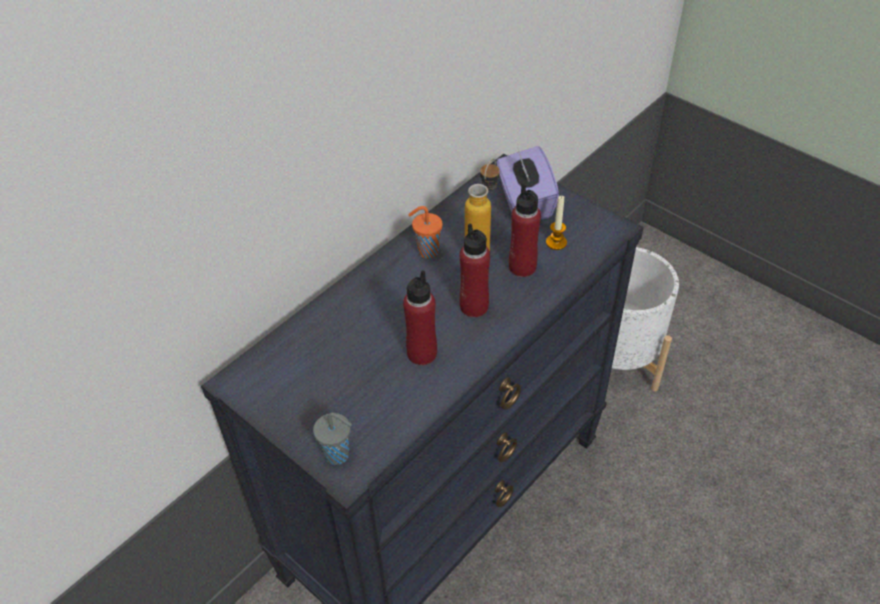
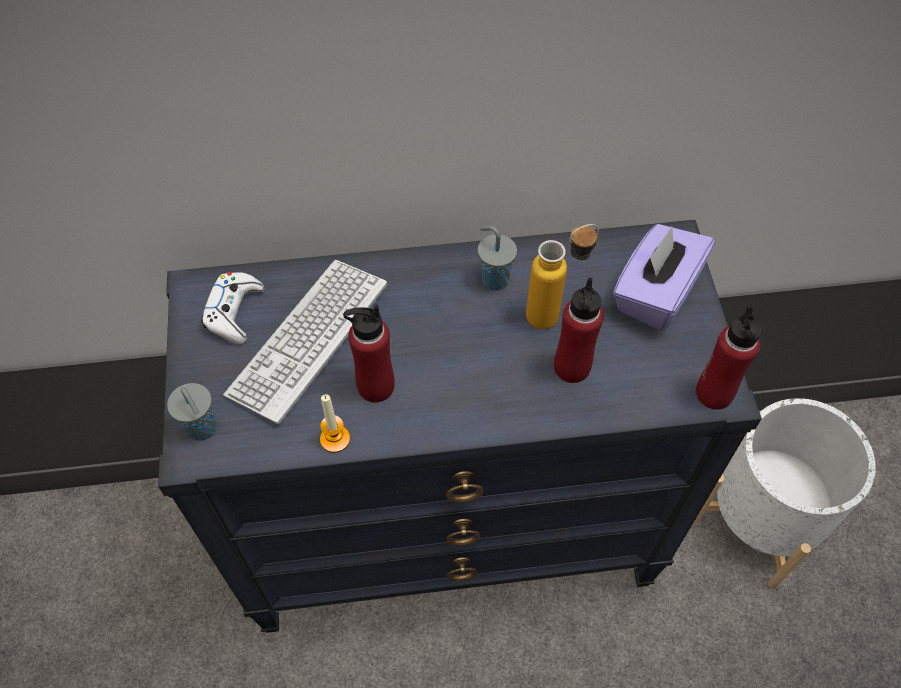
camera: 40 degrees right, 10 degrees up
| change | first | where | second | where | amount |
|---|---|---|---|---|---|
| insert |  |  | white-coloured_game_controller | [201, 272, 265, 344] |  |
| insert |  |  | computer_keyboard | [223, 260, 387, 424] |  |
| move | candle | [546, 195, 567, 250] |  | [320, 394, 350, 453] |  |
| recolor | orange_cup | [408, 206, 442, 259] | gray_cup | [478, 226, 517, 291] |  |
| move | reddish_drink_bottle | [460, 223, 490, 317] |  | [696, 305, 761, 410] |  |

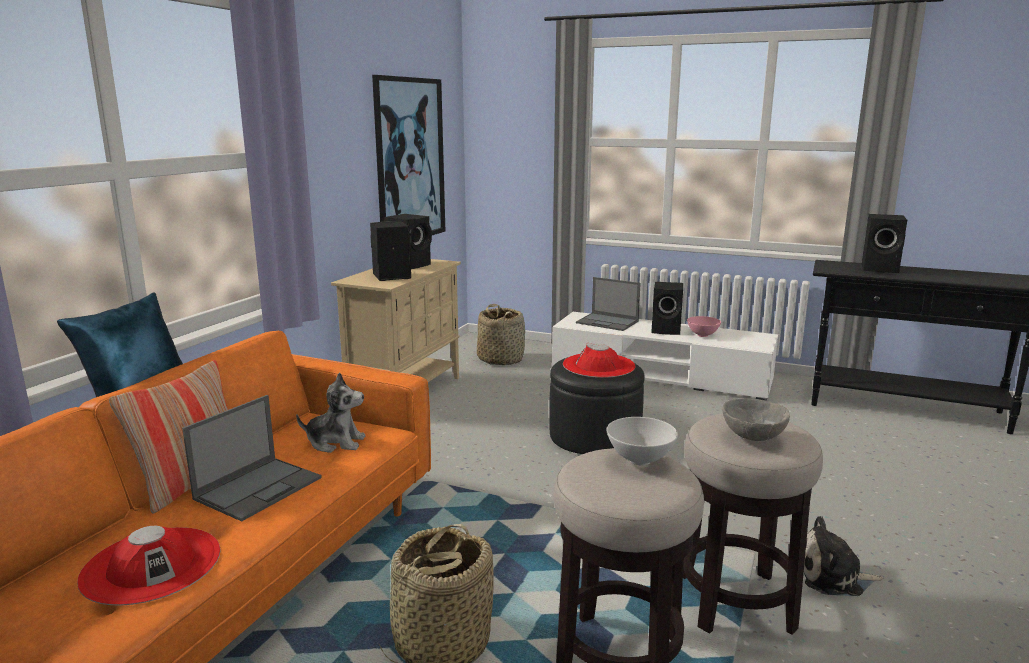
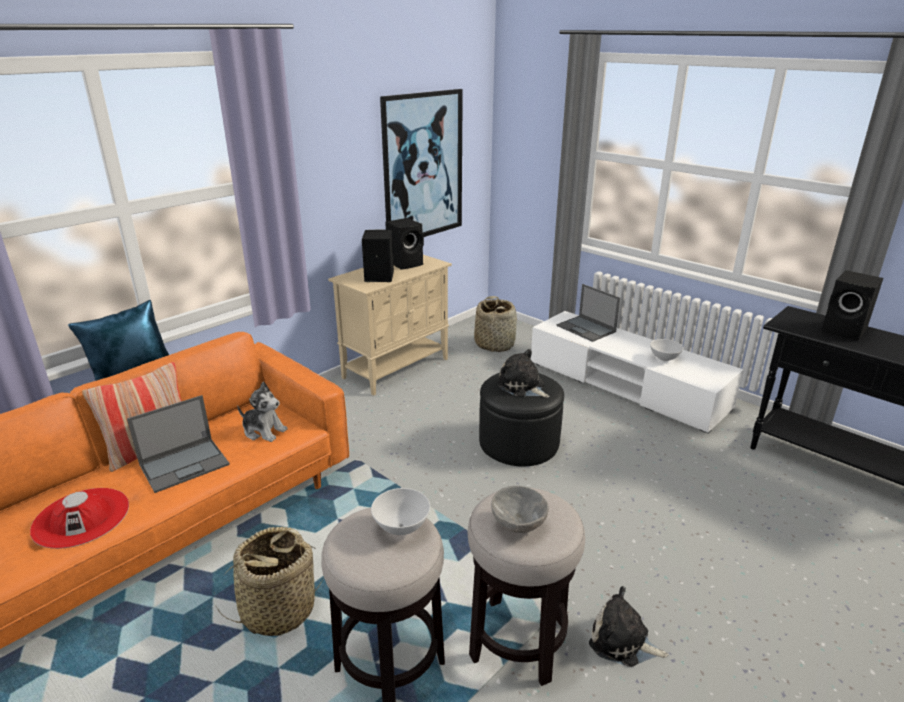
camera: 20 degrees right, 10 degrees up
| change | first | where | second | where | amount |
|---|---|---|---|---|---|
| replace | reddish_hat | [563, 343, 636, 378] | plush_toy | [497, 349, 550, 398] |  |
| recolor | pink_bowl | [687, 316, 721, 337] | white-coloured_bowl | [650, 339, 683, 361] |  |
| delete | black_loudspeaker | [651, 282, 683, 335] |  |  |  |

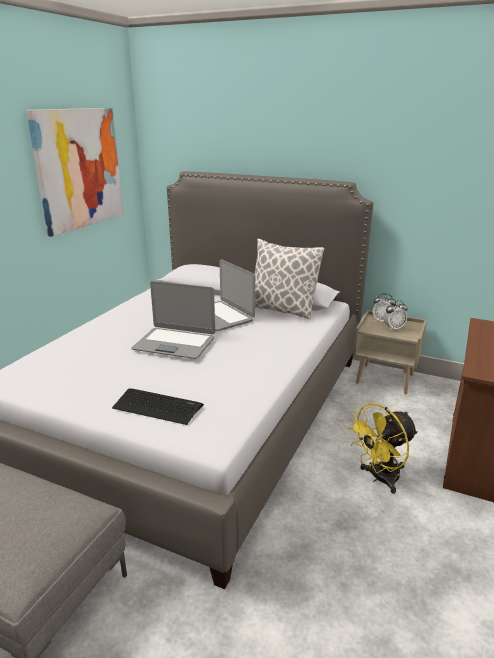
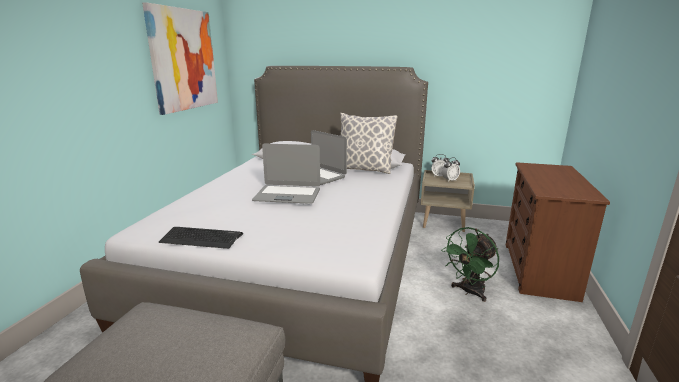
camera: 10 degrees left, 5 degrees down
| change | first | where | second | where | amount |
|---|---|---|---|---|---|
| move | computer_keyboard | [112, 389, 204, 425] |  | [159, 227, 243, 249] |  |
| recolor | yellowish_fan | [347, 403, 418, 494] | greenish_fan | [441, 227, 499, 302] |  |

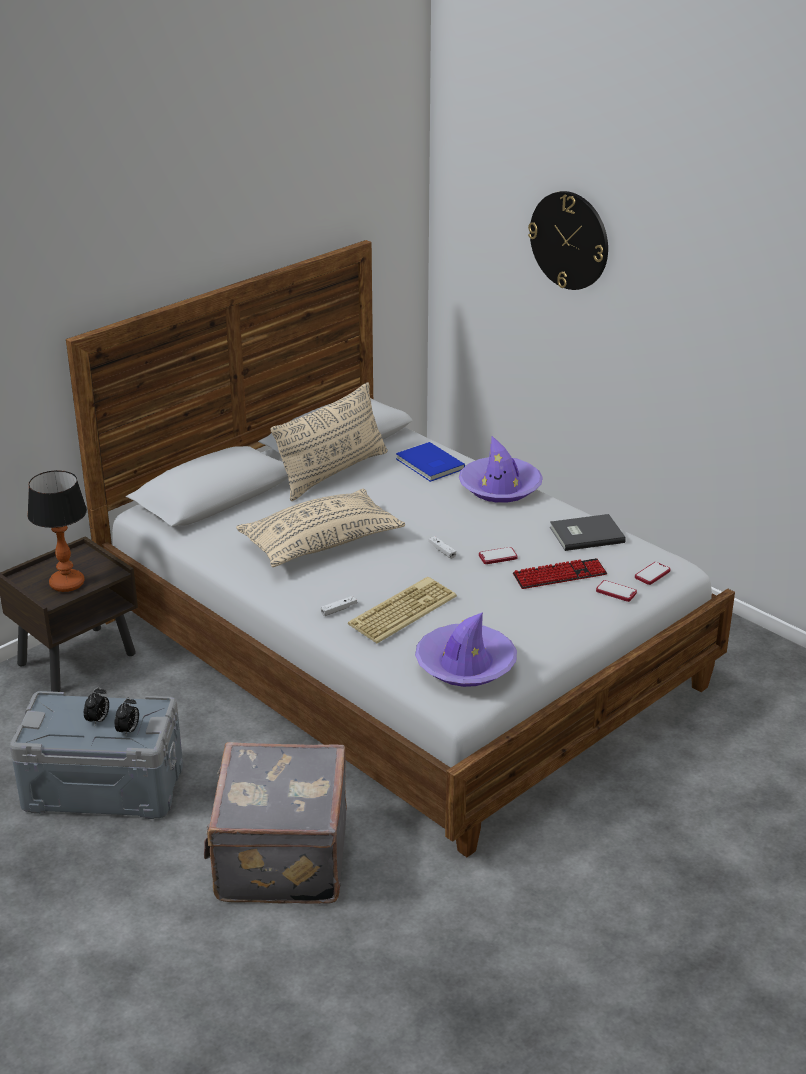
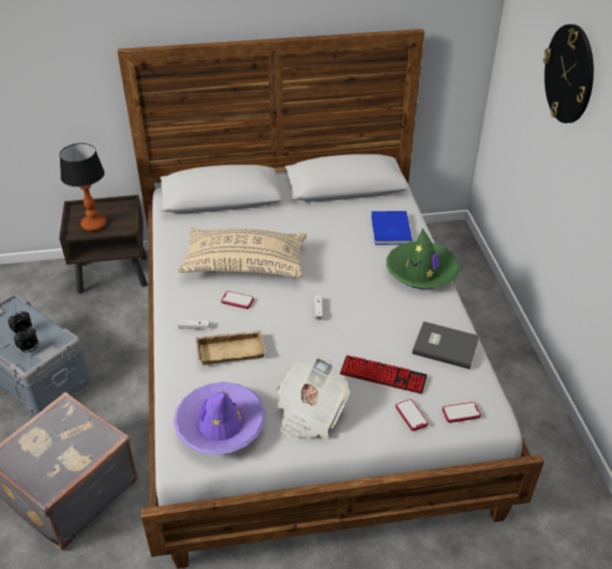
camera: 35 degrees right, 10 degrees up
| change | first | where | second | where | amount |
|---|---|---|---|---|---|
| replace | computer_keyboard | [348, 577, 457, 643] | beige-coloured_tray | [196, 330, 266, 365] |  |
| move | telephone | [479, 547, 518, 564] |  | [221, 291, 254, 309] |  |
| insert |  |  | daily_paper | [277, 357, 349, 438] |  |
| recolor | purple_hat | [459, 436, 543, 503] | greenish_hat | [387, 228, 460, 289] |  |
| delete | beige-coloured_pillow | [271, 382, 388, 501] |  |  |  |

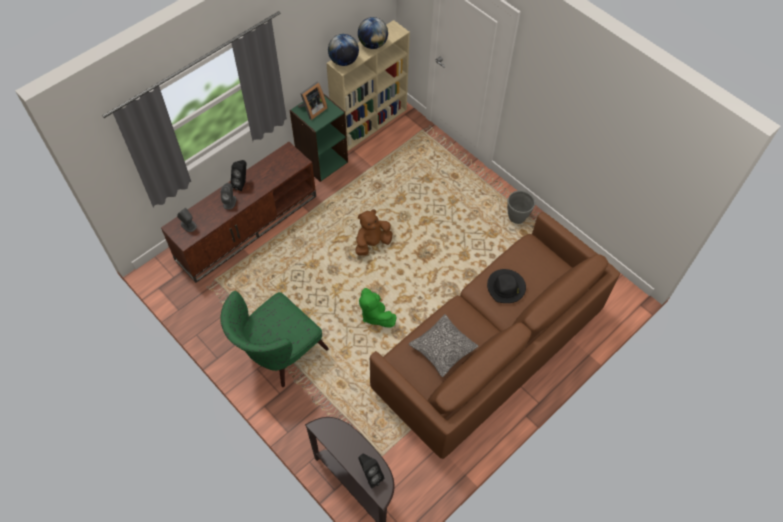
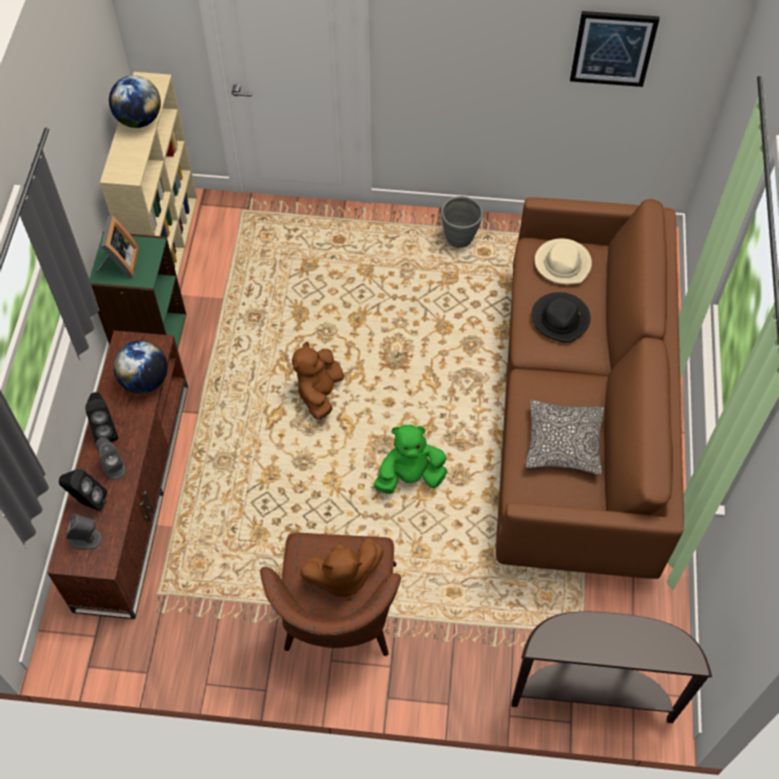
camera: 40 degrees left, 0 degrees up
| change | first | where | second | where | amount |
|---|---|---|---|---|---|
| move | black_loudspeaker | [358, 454, 384, 489] |  | [59, 469, 107, 512] |  |
| move | globe | [328, 34, 359, 66] |  | [113, 341, 168, 394] |  |
| recolor | greenish_lounge_chair | [220, 291, 328, 387] | brown_lounge_chair | [260, 533, 401, 656] |  |
| insert |  |  | brown_plush_toy | [300, 538, 384, 601] |  |
| rotate | greenish_plush_toy | [359, 288, 397, 328] |  | [374, 424, 447, 494] | 150 degrees clockwise |
| insert |  |  | beige-coloured_hat | [535, 238, 592, 285] |  |
| insert |  |  | wall_art | [570, 11, 659, 87] |  |

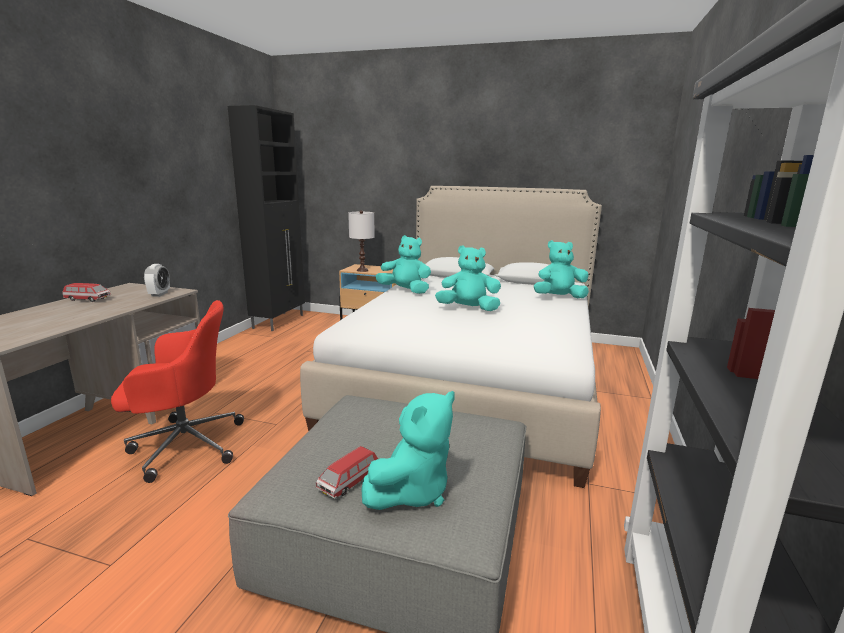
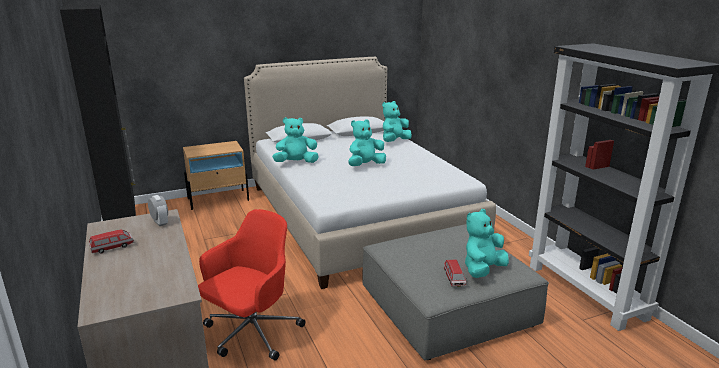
camera: 40 degrees left, 5 degrees up
| change | first | where | second | where | amount |
|---|---|---|---|---|---|
| rotate | turquoise-coloured_plush_toy | [361, 391, 455, 510] |  | [465, 209, 509, 278] | 135 degrees counterclockwise |
| delete | white-coloured_table_lamp | [348, 210, 375, 272] |  |  |  |

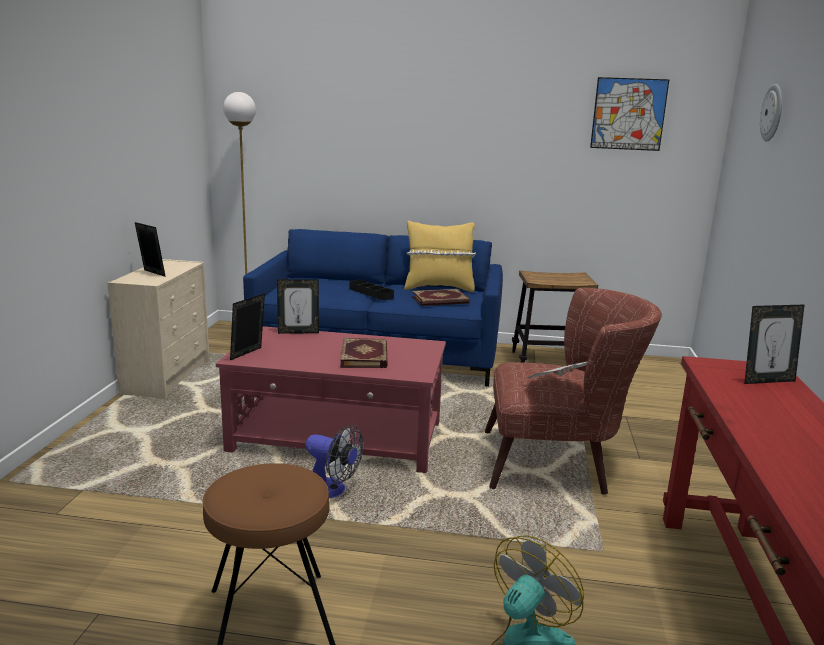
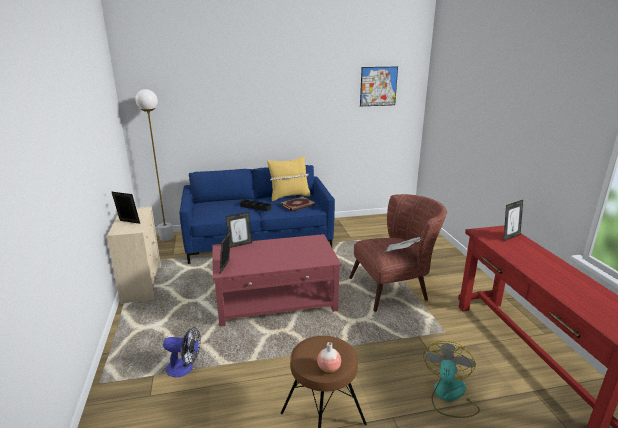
camera: 20 degrees left, 5 degrees up
| change | first | where | second | where | amount |
|---|---|---|---|---|---|
| move | fan | [305, 425, 363, 498] |  | [163, 327, 201, 377] |  |
| insert |  |  | flower_vase | [317, 342, 341, 373] |  |
| delete | book | [340, 338, 388, 368] |  |  |  |
| delete | stool | [512, 270, 598, 363] |  |  |  |
| delete | hanging_clock | [760, 84, 782, 142] |  |  |  |

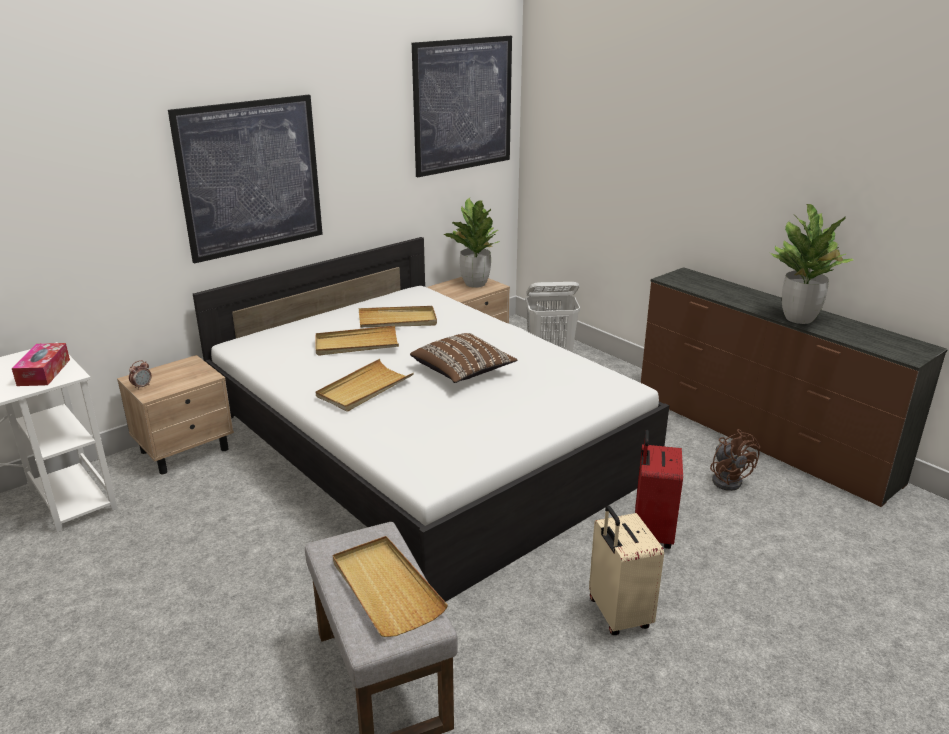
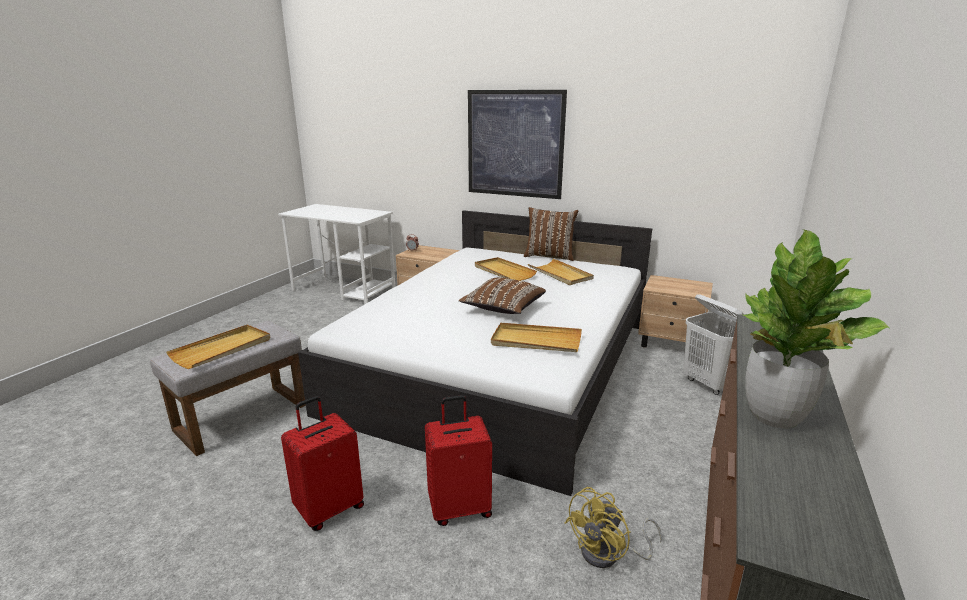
camera: 65 degrees right, 5 degrees down
| change | first | where | second | where | amount |
|---|---|---|---|---|---|
| recolor | beige-coloured_suitcase | [589, 505, 664, 635] | reddish_suitcase | [281, 396, 364, 531] |  |
| move | beige-coloured_tray | [316, 359, 414, 411] |  | [491, 323, 582, 352] |  |
| insert |  |  | brown_pillow | [524, 207, 578, 261] |  |
| recolor | brown_fan | [710, 429, 760, 491] | yellowish_fan | [565, 487, 662, 568] |  |
| delete | tissue_holder | [12, 343, 70, 386] |  |  |  |
| delete | wall_art | [412, 36, 512, 177] |  |  |  |
| delete | houseplant | [444, 198, 500, 288] |  |  |  |

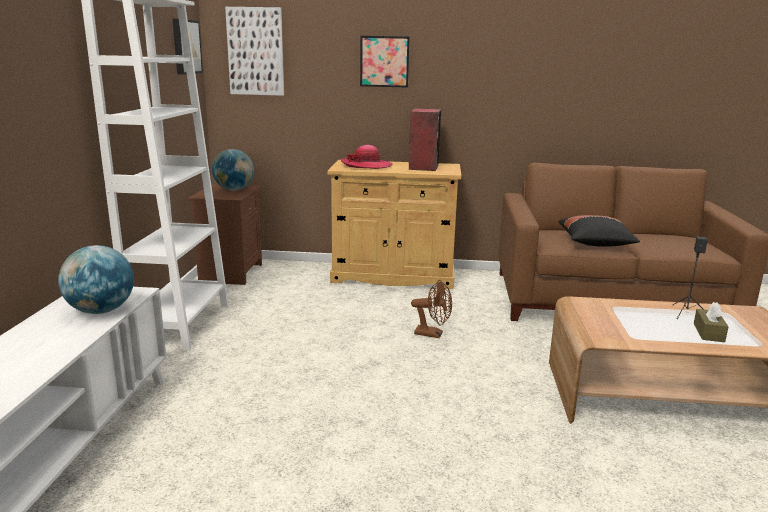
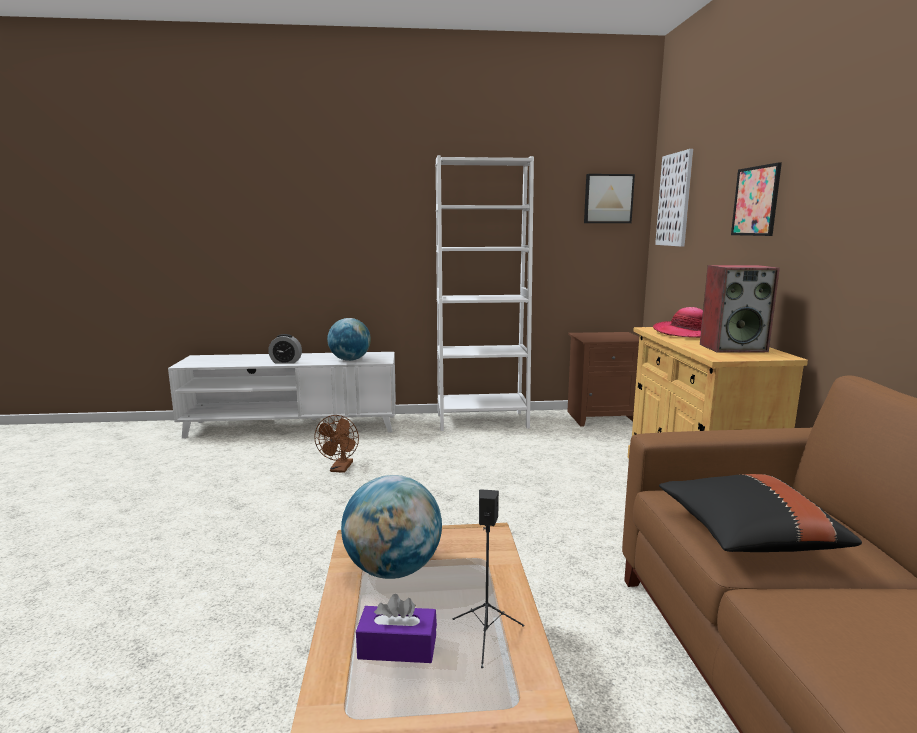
camera: 80 degrees right, 5 degrees down
| change | first | where | second | where | amount |
|---|---|---|---|---|---|
| insert |  |  | bedside_clock | [268, 334, 302, 364] |  |
| move | brown_fan | [411, 280, 452, 338] |  | [314, 415, 359, 473] |  |
| move | globe | [212, 149, 254, 191] |  | [341, 475, 442, 579] |  |
| recolor | brown_tissue_holder | [694, 302, 728, 342] | purple_tissue_holder | [356, 594, 437, 663] |  |

